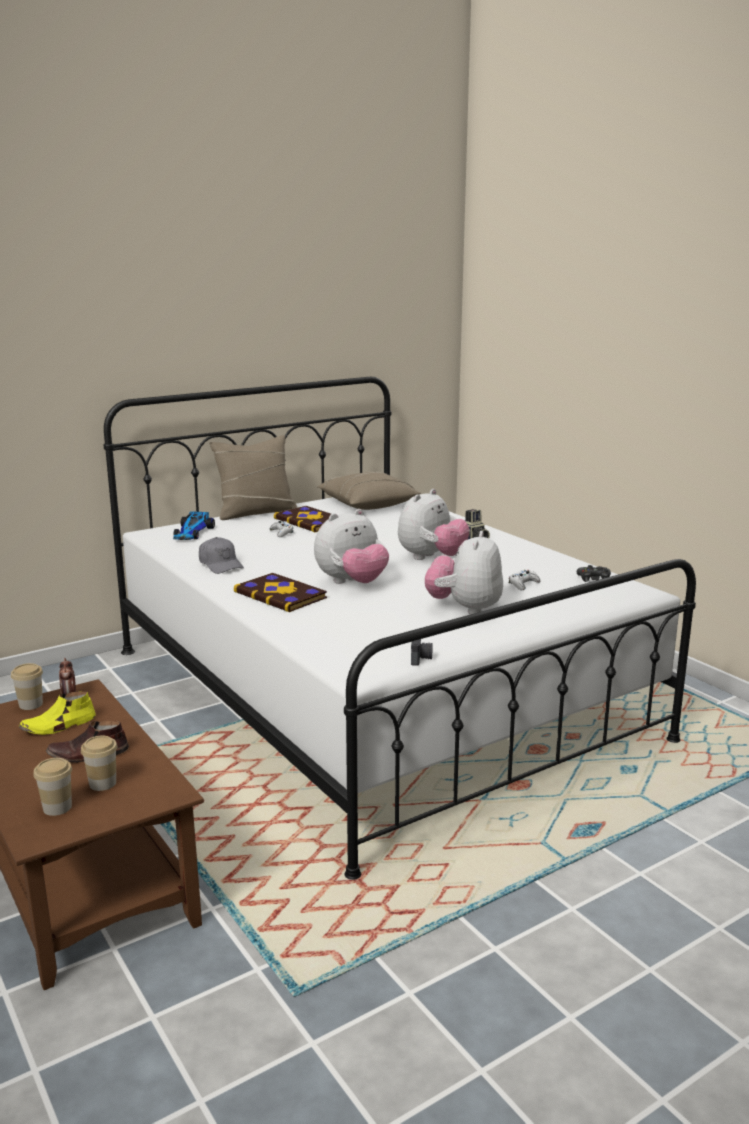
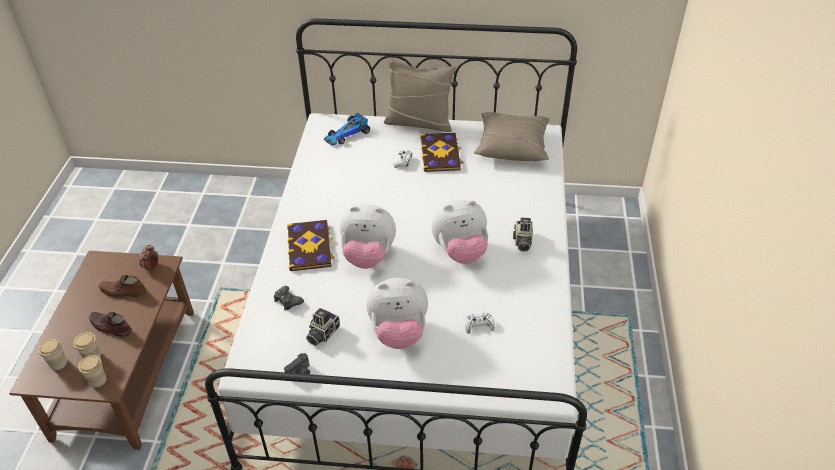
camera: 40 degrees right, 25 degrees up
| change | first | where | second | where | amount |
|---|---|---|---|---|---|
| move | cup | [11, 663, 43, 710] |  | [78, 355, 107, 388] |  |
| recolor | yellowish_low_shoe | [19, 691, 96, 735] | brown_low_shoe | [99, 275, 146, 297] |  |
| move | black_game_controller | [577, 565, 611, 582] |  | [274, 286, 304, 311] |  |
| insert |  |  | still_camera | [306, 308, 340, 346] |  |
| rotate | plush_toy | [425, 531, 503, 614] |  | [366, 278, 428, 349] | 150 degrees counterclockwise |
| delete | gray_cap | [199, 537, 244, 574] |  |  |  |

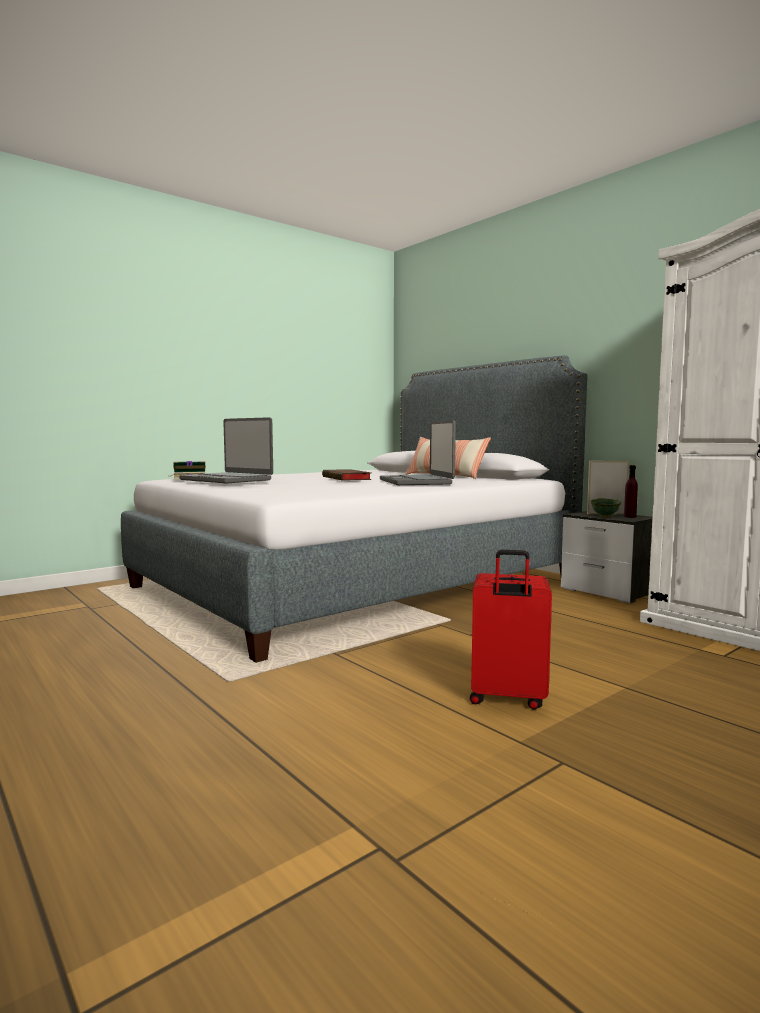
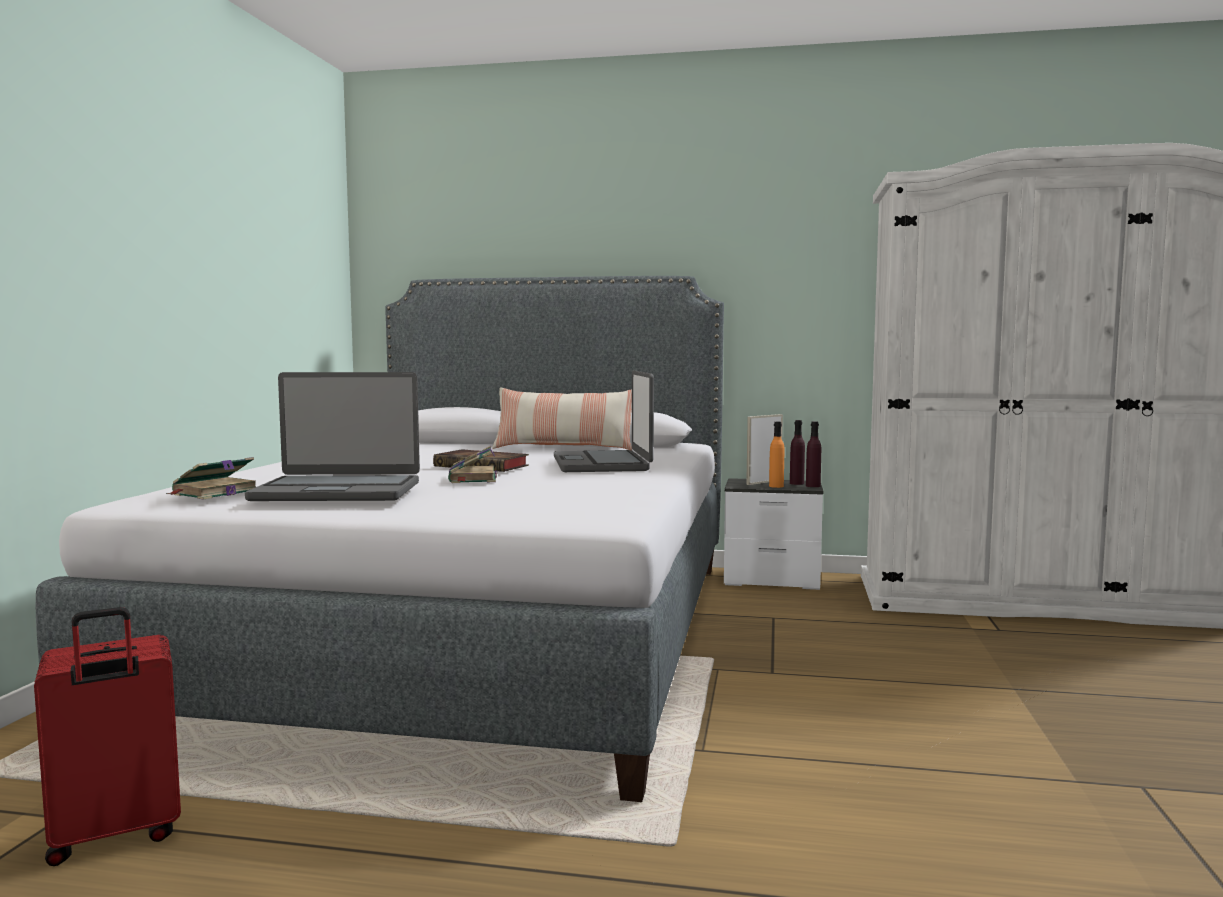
camera: 40 degrees left, 0 degrees up
| change | first | where | second | where | amount |
|---|---|---|---|---|---|
| move | reddish_suitcase | [470, 550, 552, 710] |  | [34, 607, 181, 866] |  |
| insert |  |  | book | [448, 446, 497, 483] |  |
| rotate | laptop | [380, 420, 456, 485] |  | [554, 370, 654, 472] | 45 degrees clockwise |
| replace | greenish_bowl | [591, 498, 621, 517] | orange_drink_bottle | [769, 422, 784, 488] |  |
| insert |  |  | purple_drink_bottle | [806, 421, 821, 487] |  |

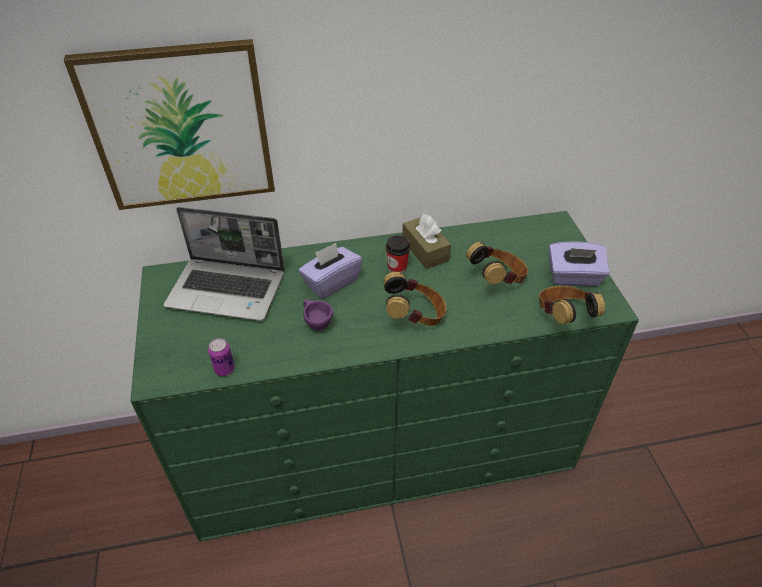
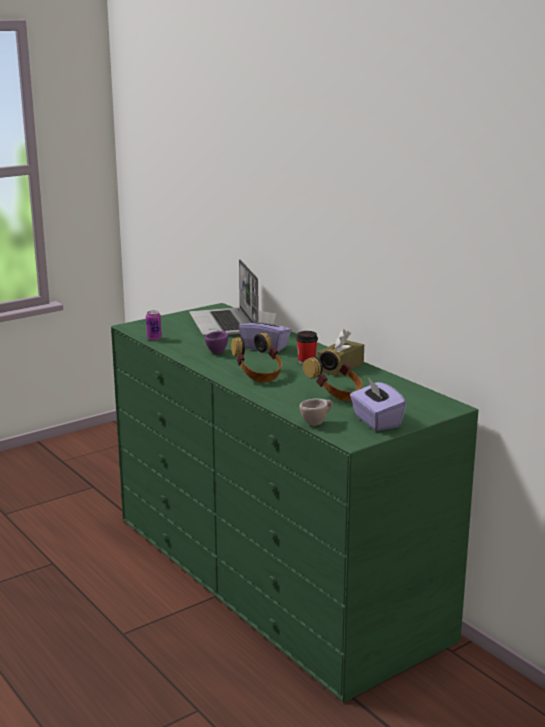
camera: 65 degrees right, 25 degrees down
| change | first | where | second | where | amount |
|---|---|---|---|---|---|
| replace | headset | [539, 286, 605, 324] | beige-coloured_cup | [299, 398, 332, 426] |  |
| delete | wall_art | [64, 39, 275, 210] |  |  |  |

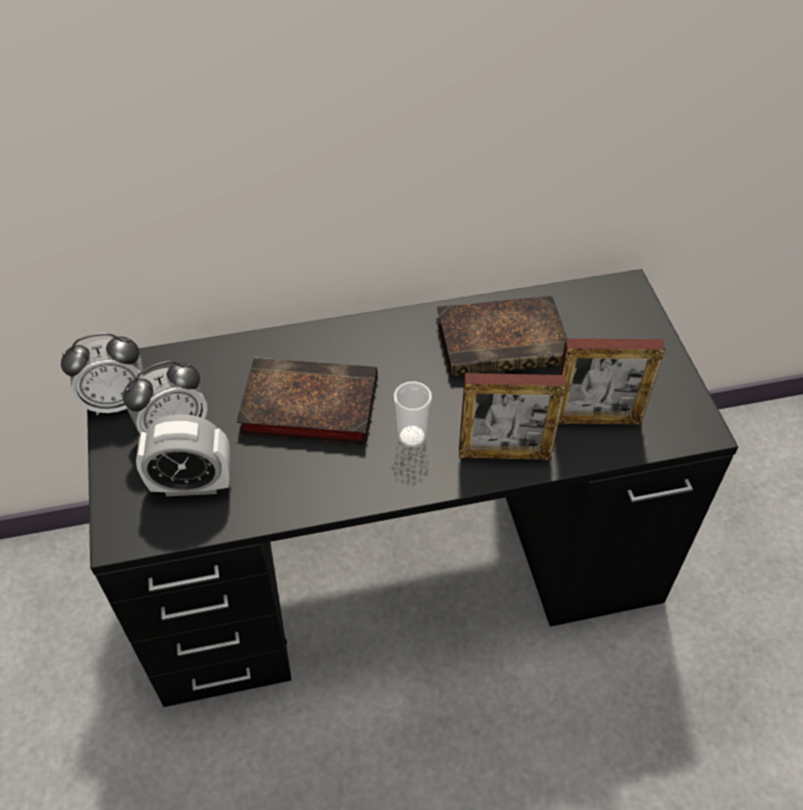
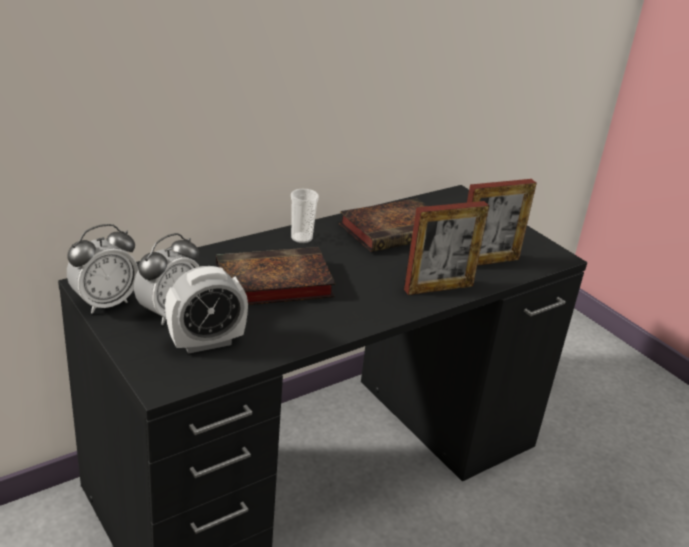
camera: 25 degrees left, 20 degrees down
| change | first | where | second | where | amount |
|---|---|---|---|---|---|
| move | cup | [393, 381, 432, 447] |  | [291, 189, 319, 243] |  |

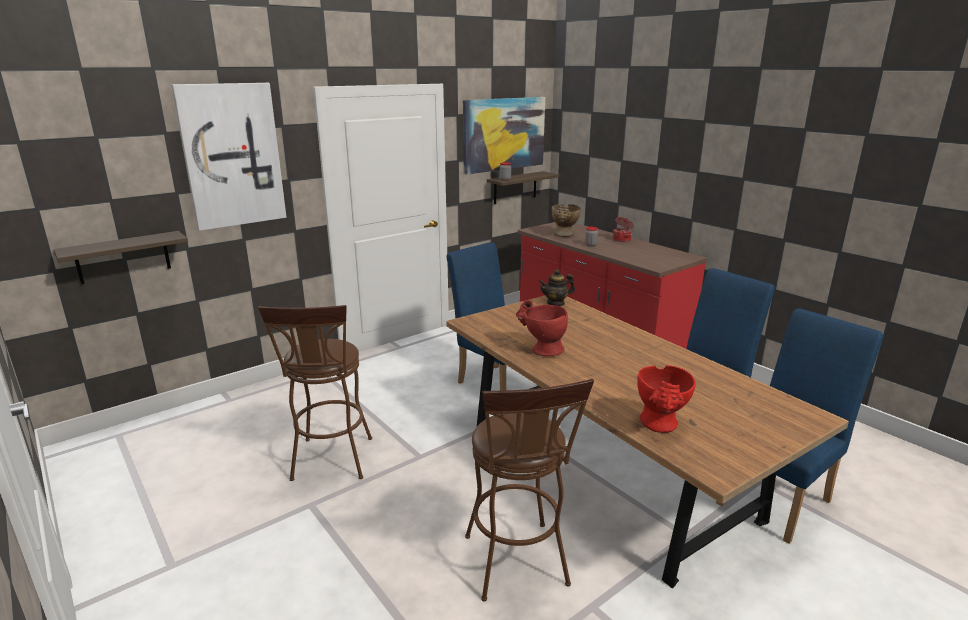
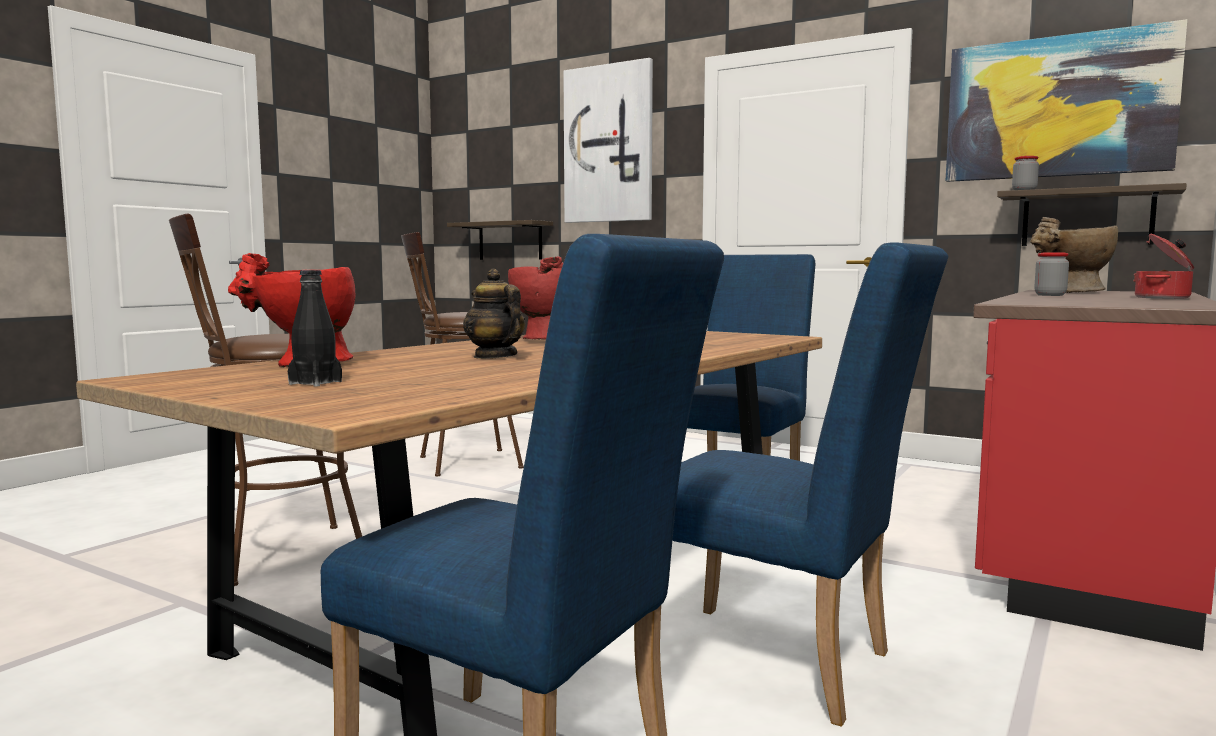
camera: 70 degrees right, 15 degrees down
| change | first | where | second | where | amount |
|---|---|---|---|---|---|
| insert |  |  | black_drink_bottle | [288, 270, 342, 387] |  |
| move | pot_for_tea | [538, 269, 575, 306] |  | [463, 269, 525, 359] |  |

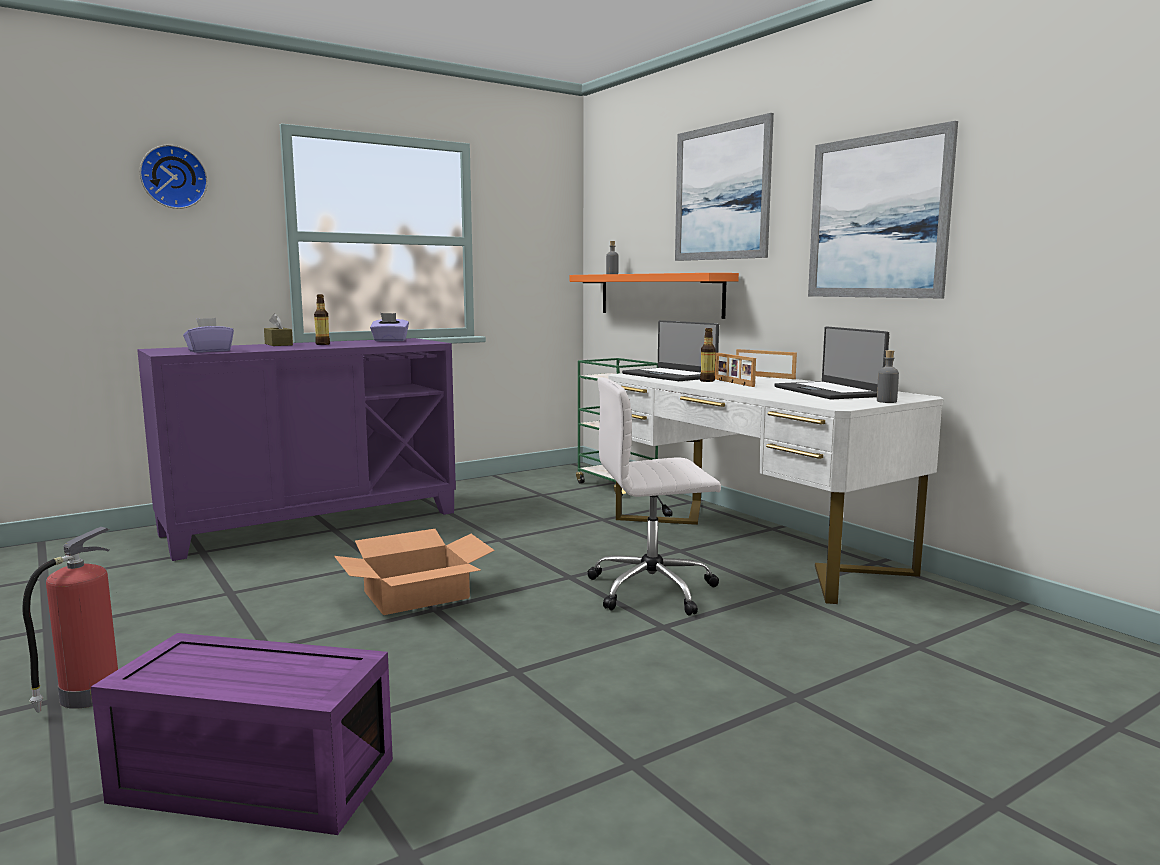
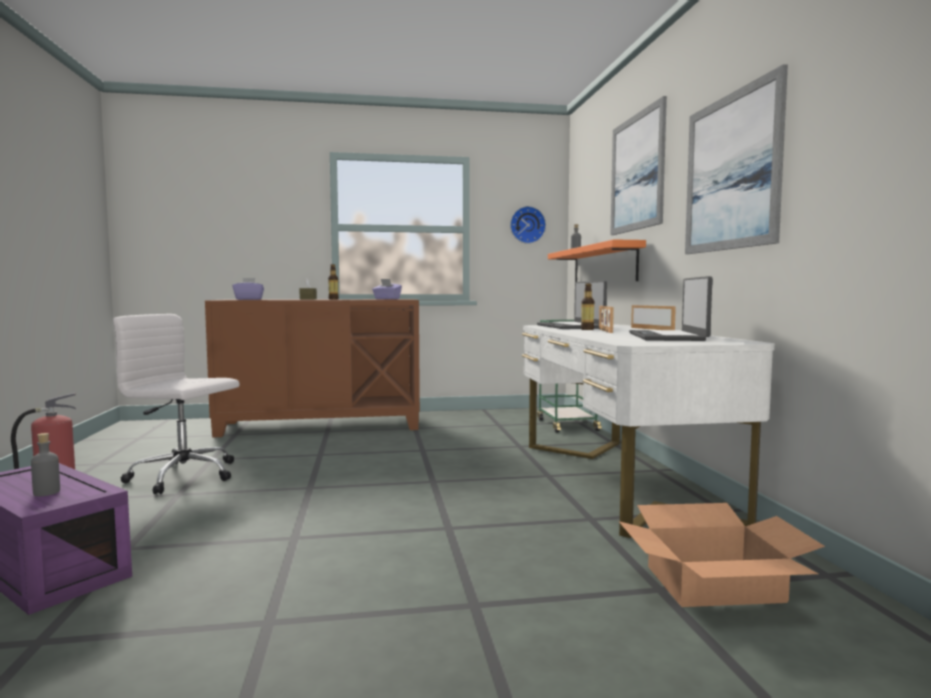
camera: 25 degrees right, 5 degrees down
| change | first | where | second | where | amount |
|---|---|---|---|---|---|
| move | gray_drink_bottle | [877, 350, 899, 403] |  | [31, 433, 60, 496] |  |
| move | white-coloured_computer_chair | [588, 377, 721, 616] |  | [113, 314, 240, 494] |  |
| recolor | purple_cupboard | [137, 338, 456, 561] | brown_cupboard | [205, 299, 420, 437] |  |
| move | hanging_clock | [140, 145, 208, 209] |  | [510, 206, 546, 244] |  |
| move | packing_box | [334, 529, 495, 615] |  | [618, 503, 825, 607] |  |

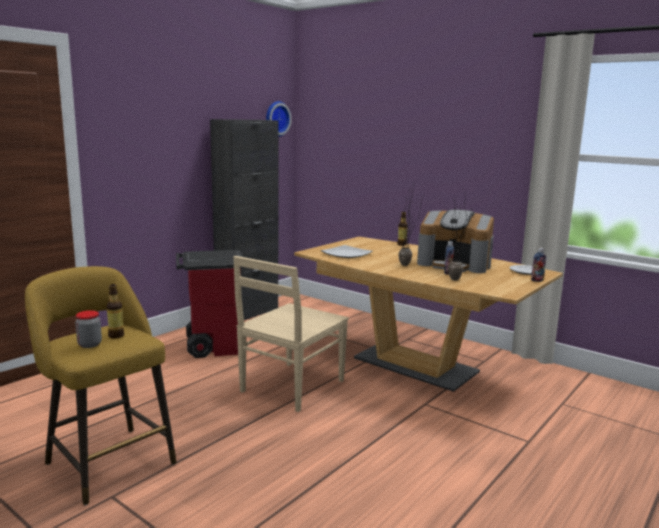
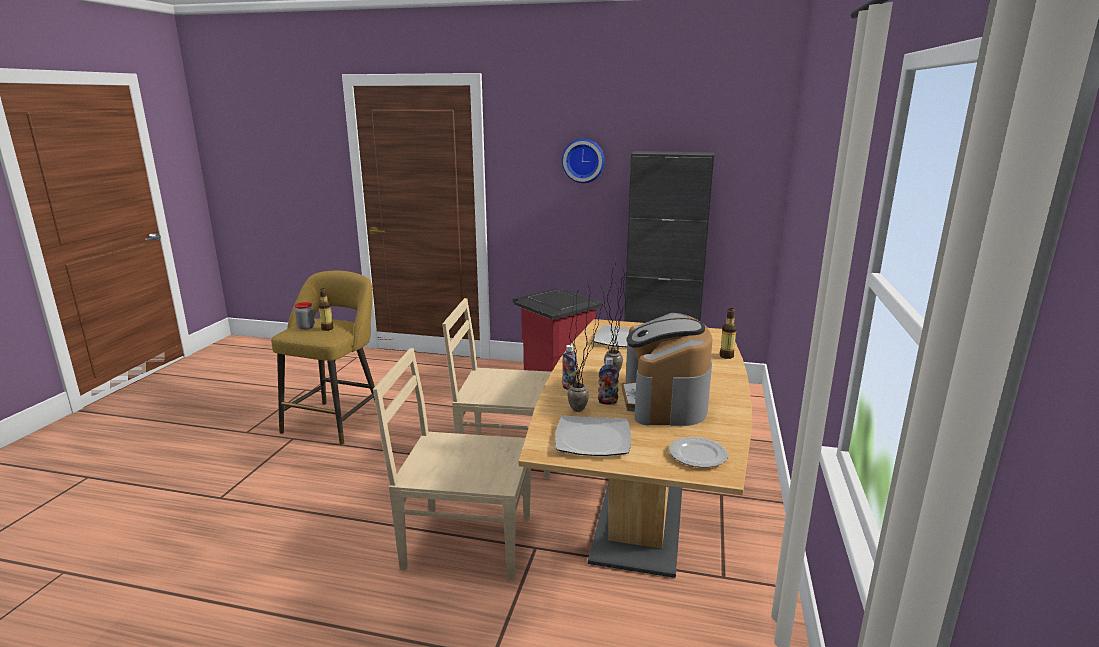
camera: 65 degrees right, 5 degrees up
| change | first | where | second | where | amount |
|---|---|---|---|---|---|
| insert |  |  | beige-coloured_upright_chair | [373, 348, 531, 580] |  |
| insert |  |  | flat_dish | [555, 416, 631, 456] |  |
| move | hanging_clock | [266, 101, 292, 137] |  | [562, 139, 605, 183] |  |
| move | drink_bottle | [531, 248, 546, 282] |  | [562, 345, 577, 390] |  |

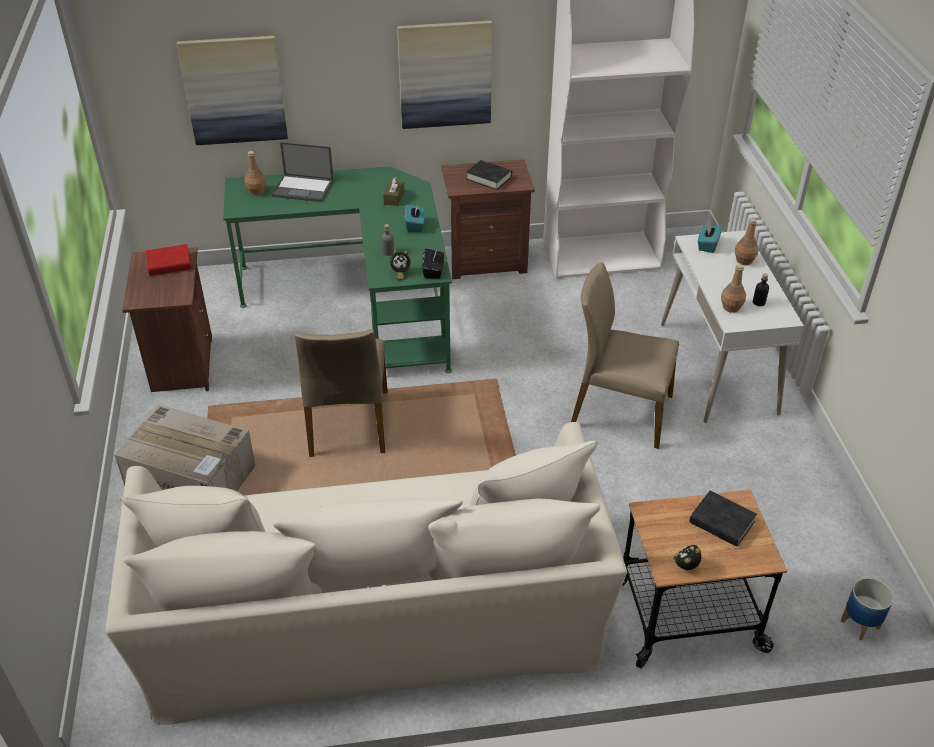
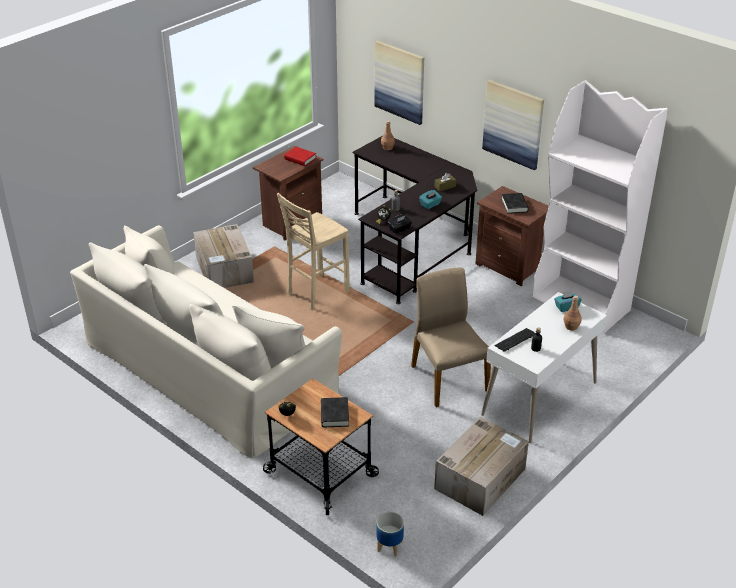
camera: 50 degrees right, 5 degrees down
| change | first | where | second | where | amount |
|---|---|---|---|---|---|
| replace | beige-coloured_upright_chair | [295, 329, 388, 457] | beige-coloured_stool | [277, 193, 350, 310] |  |
| recolor | greenish_desk_table | [223, 167, 452, 373] | black_desk_table | [353, 136, 477, 304] |  |
| insert |  |  | packing_box | [434, 417, 529, 516] |  |
| replace | brown_drink_bottle | [721, 264, 746, 313] | computer_keyboard | [495, 328, 536, 352] |  |
| delete | laptop | [271, 142, 334, 202] |  |  |  |

